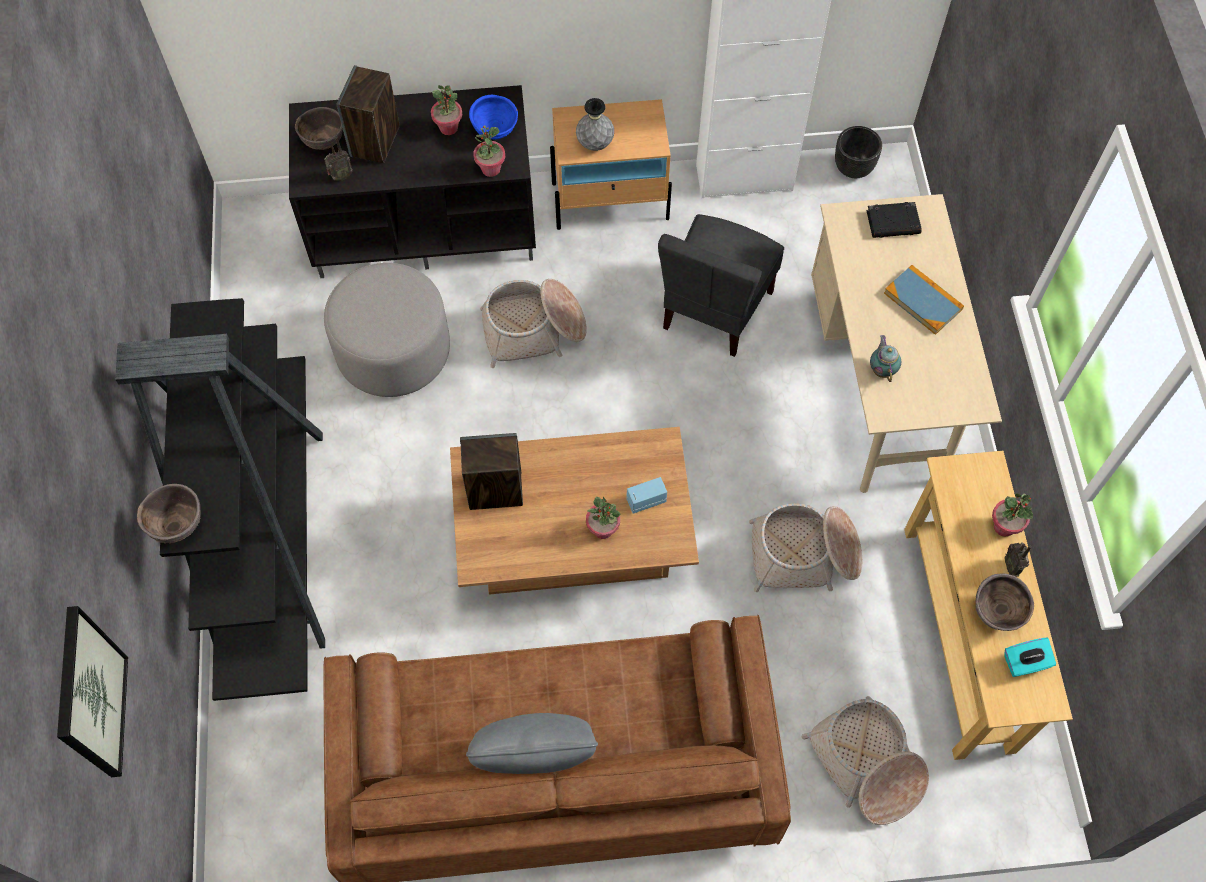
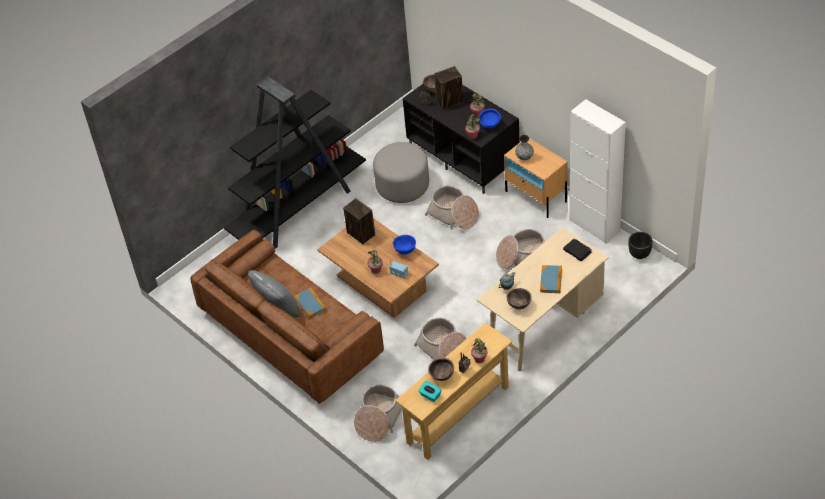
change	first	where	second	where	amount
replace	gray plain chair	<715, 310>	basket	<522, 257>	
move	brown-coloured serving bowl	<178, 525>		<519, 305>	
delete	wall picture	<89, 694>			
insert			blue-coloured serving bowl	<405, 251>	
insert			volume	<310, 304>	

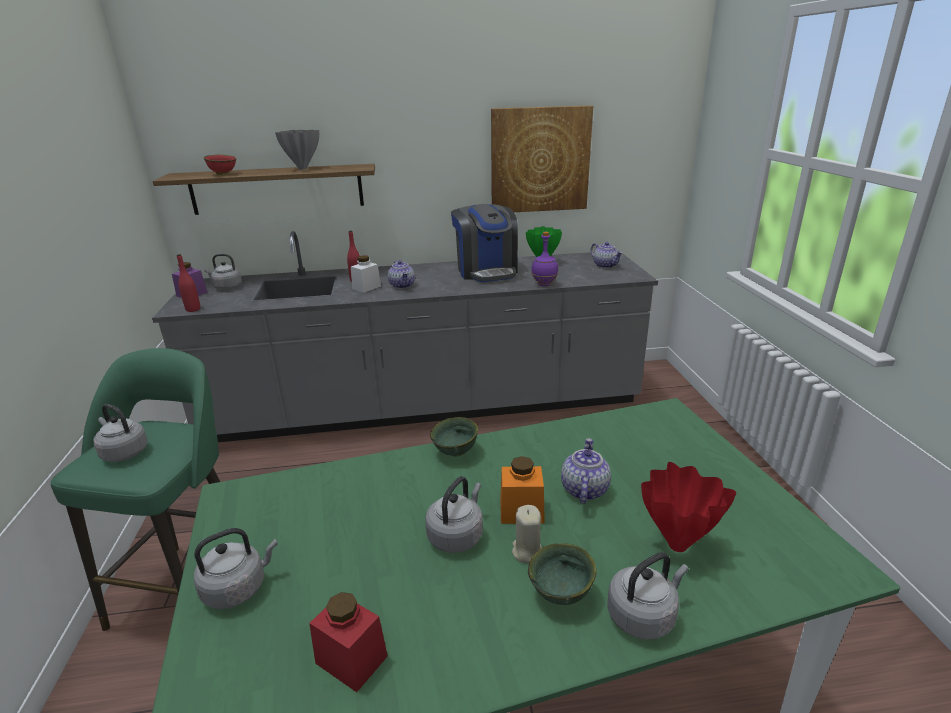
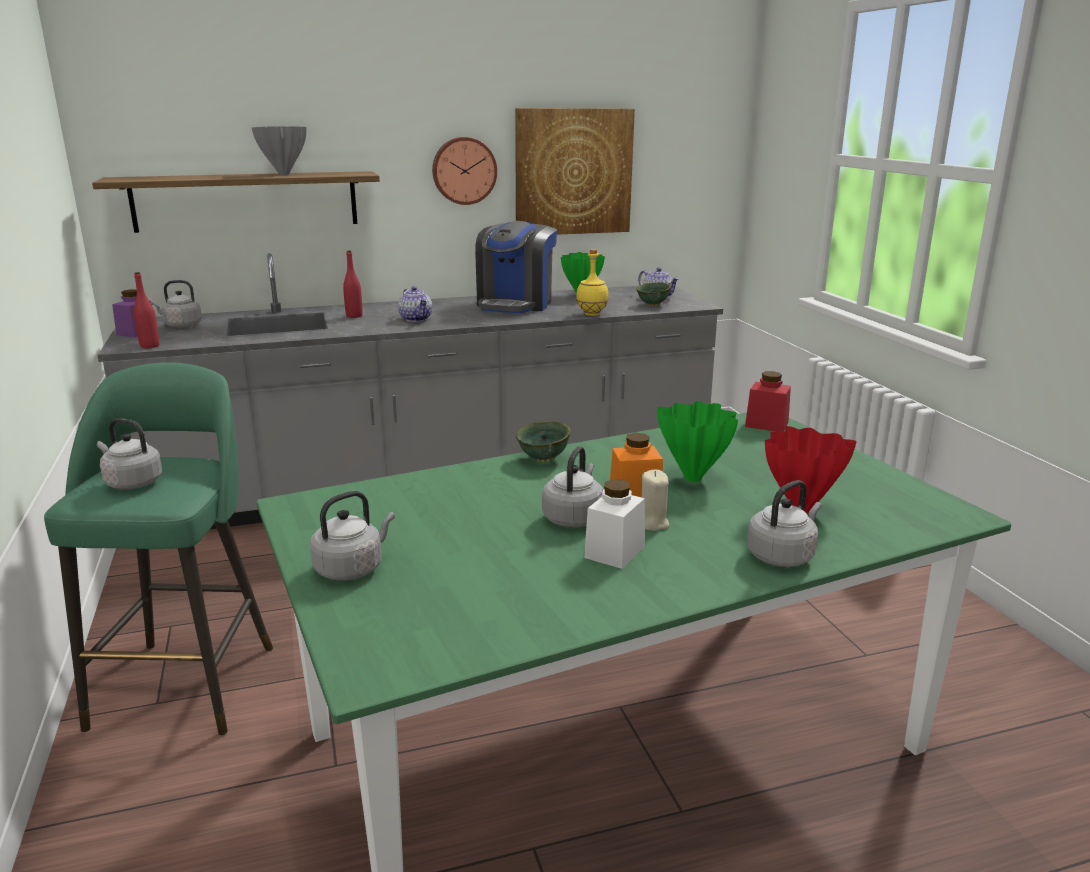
change	first	where	second	where	amount
delete	reddish serving bowl	<223, 174>			
rotate	coffee maker	<486, 271>		<516, 304>	45 degrees clockwise
recolor	purplish bottle	<544, 284>	yellow bottle	<591, 314>	
move	whitish jar	<366, 287>		<614, 552>	
replace	teapot	<583, 489>	green-coloured flower vase	<694, 478>	
move	green-coloured serving bowl	<562, 595>		<653, 305>	
move	reddish jar	<351, 659>		<766, 424>	
insert			clock on the wall	<464, 170>	

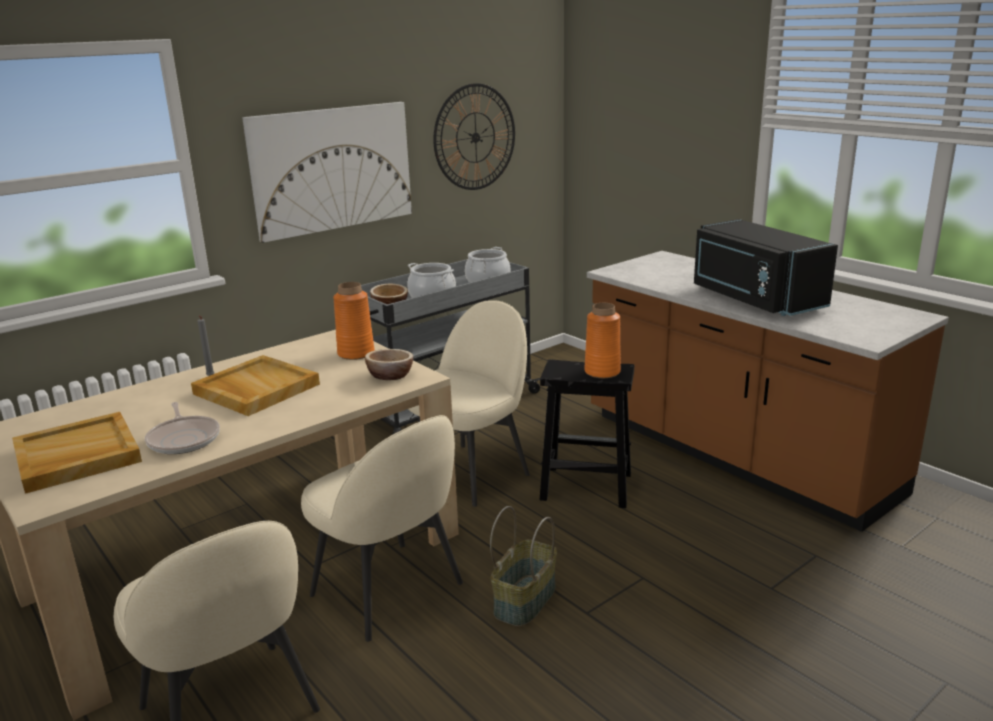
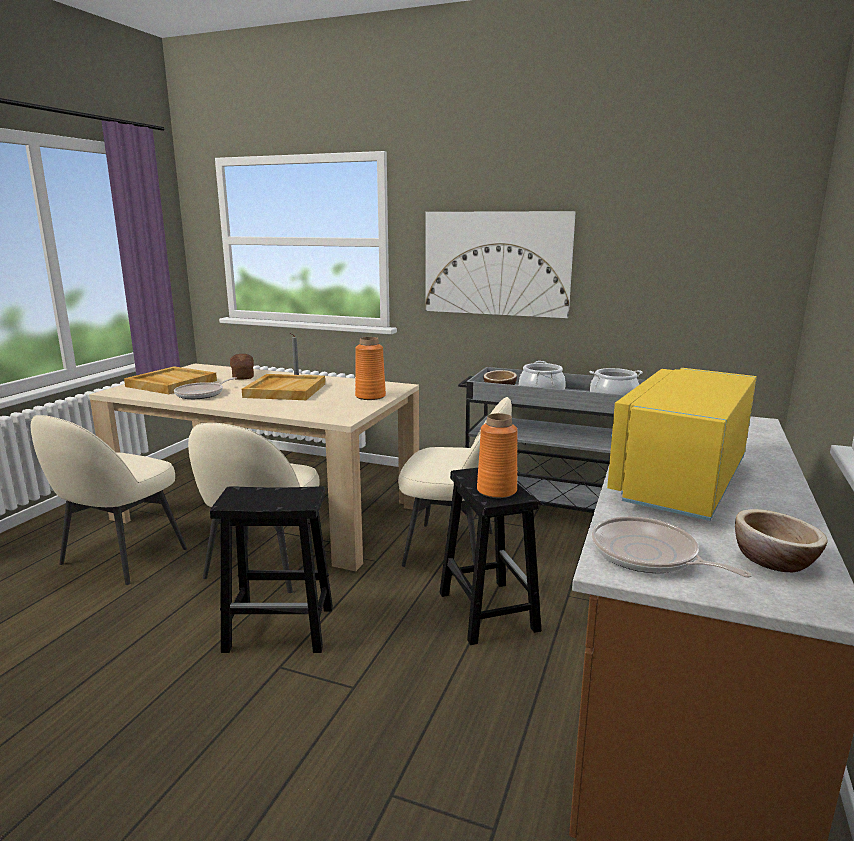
change	first	where	second	where	amount
delete	clock on the wall	<475, 137>			
recolor	black-coloured microwave	<754, 299>	yellow microwave	<676, 481>	
move	serving bowl	<390, 376>		<773, 560>	
replace	basket	<524, 600>	black-coloured stool	<282, 628>	
insert			bakery bread	<243, 375>	
insert			skillet	<648, 555>	

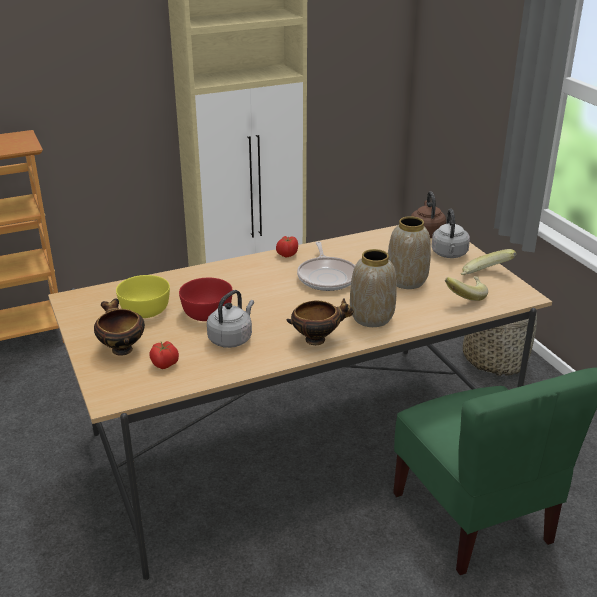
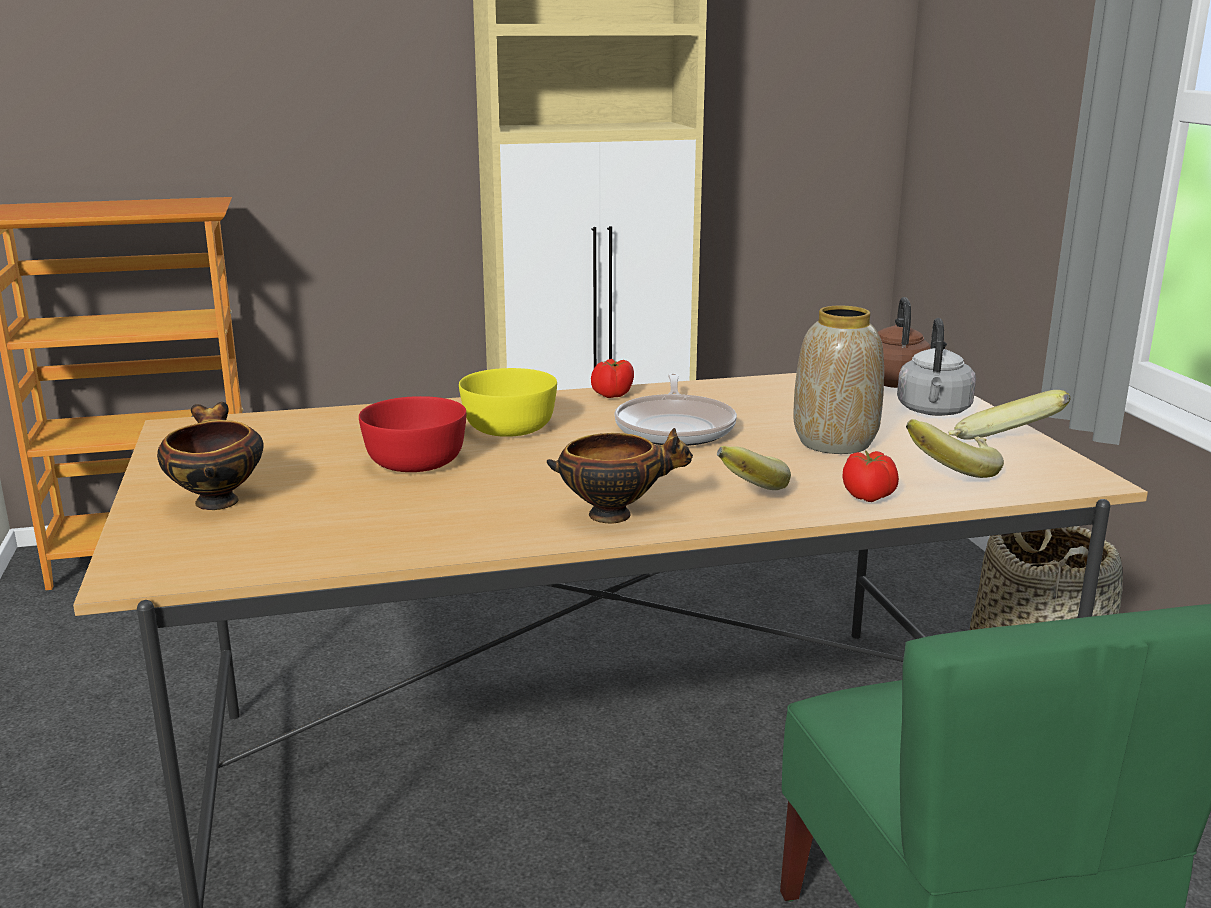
change	first	where	second	where	amount
replace	flower vase	<371, 317>	banana	<743, 490>	
move	yellow serving bowl	<145, 310>		<509, 428>	
delete	gray water kettle	<231, 338>			
move	tomato	<165, 364>		<868, 497>	

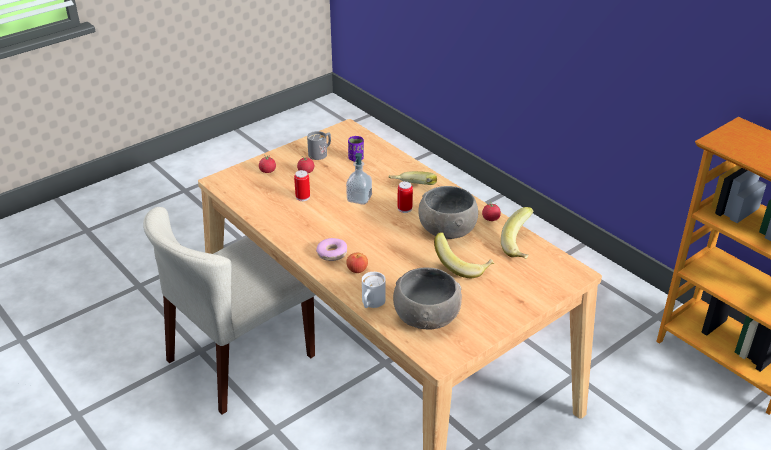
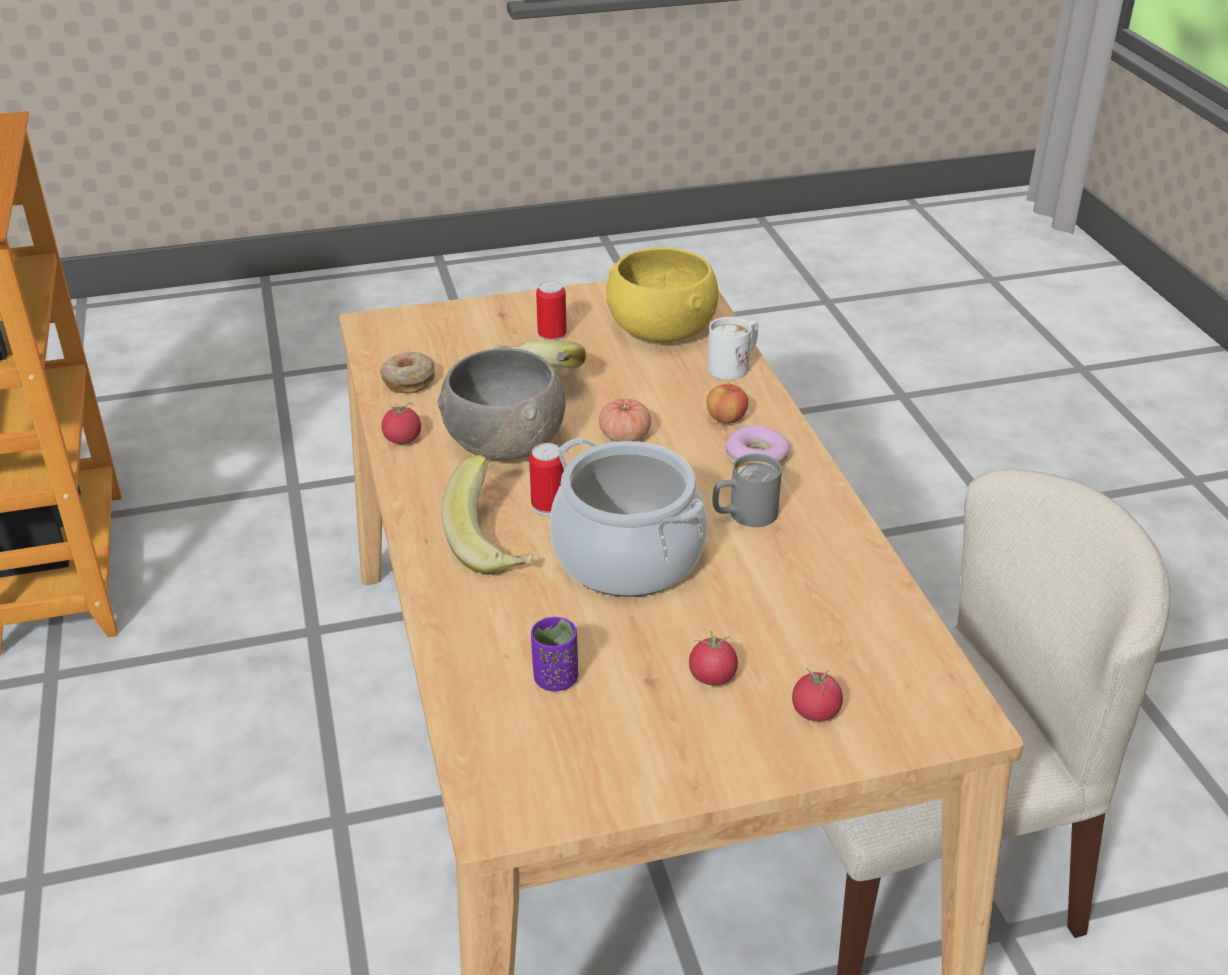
change	first	where	second	where	amount
move	gray tea mug	<321, 153>		<743, 515>	
replace	soap dispenser	<359, 199>	cooking pot	<627, 557>	
move	can	<303, 197>		<552, 336>	
replace	banana	<521, 246>	ring doughnut	<408, 380>	
recolor	gray serving bowl	<426, 316>	yellow serving bowl	<661, 330>	
insert			tomato	<624, 436>	

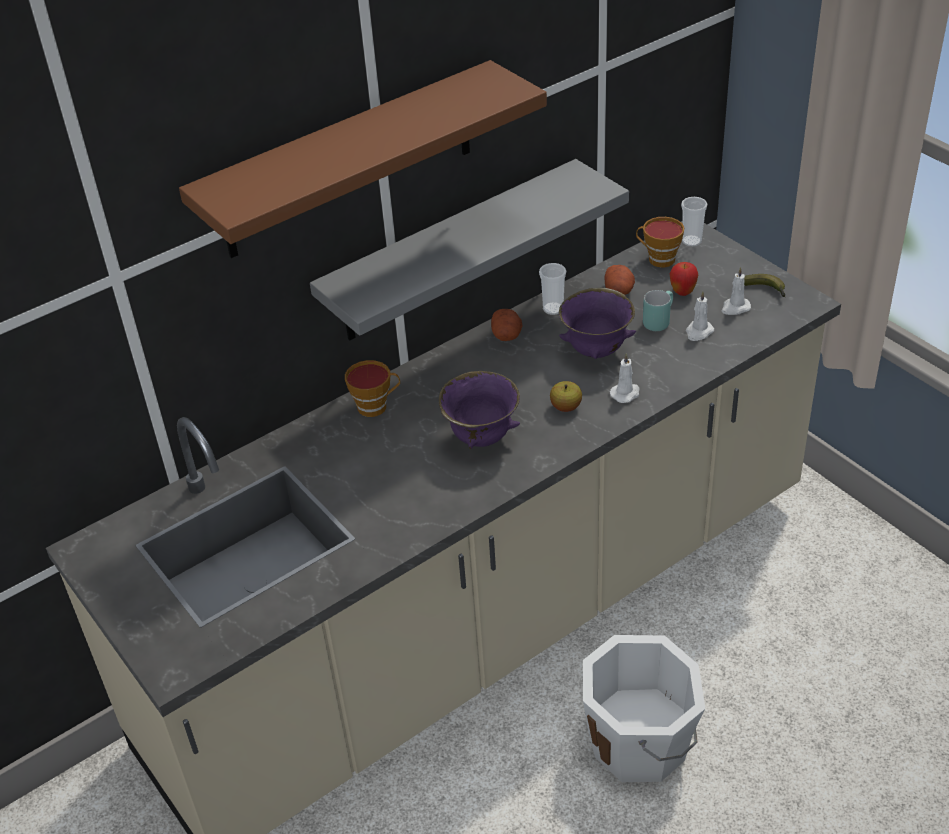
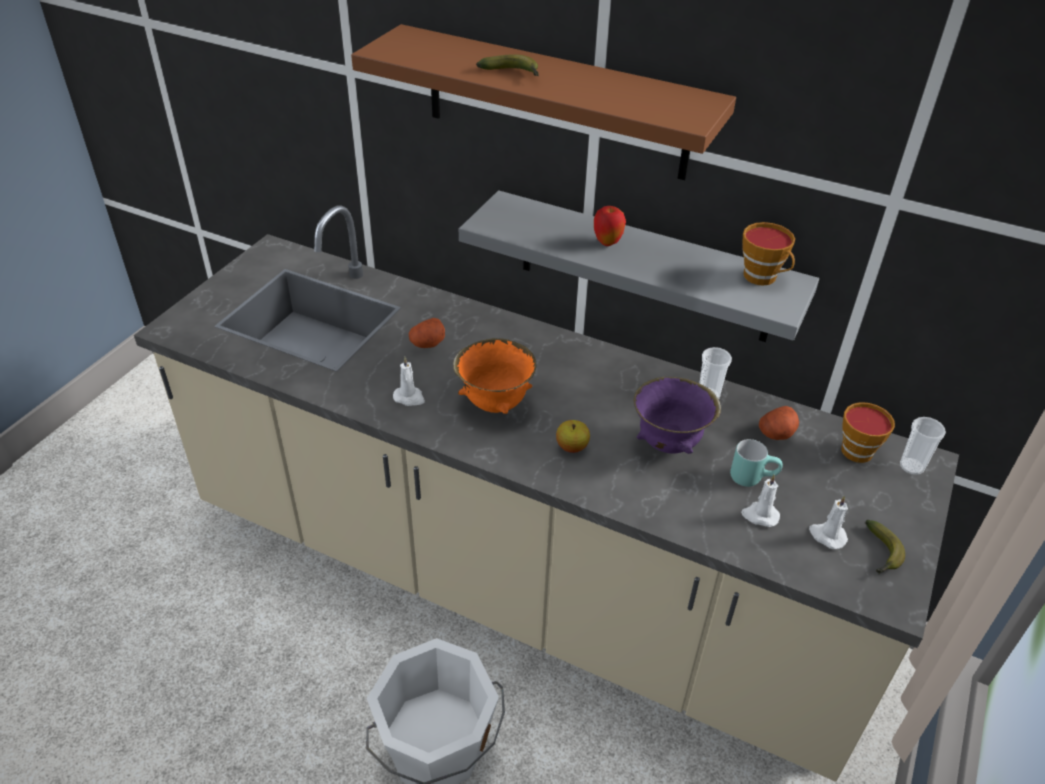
change	first	where	second	where	amount
move	whole apple	<682, 292>		<607, 242>	
move	potato	<507, 335>		<427, 343>	
move	whitish wax light	<626, 393>		<409, 398>	
move	cup	<376, 406>		<763, 278>	
recolor	purplish serving bowl	<480, 438>	orangey serving bowl	<495, 404>	
insert			banana	<513, 74>	

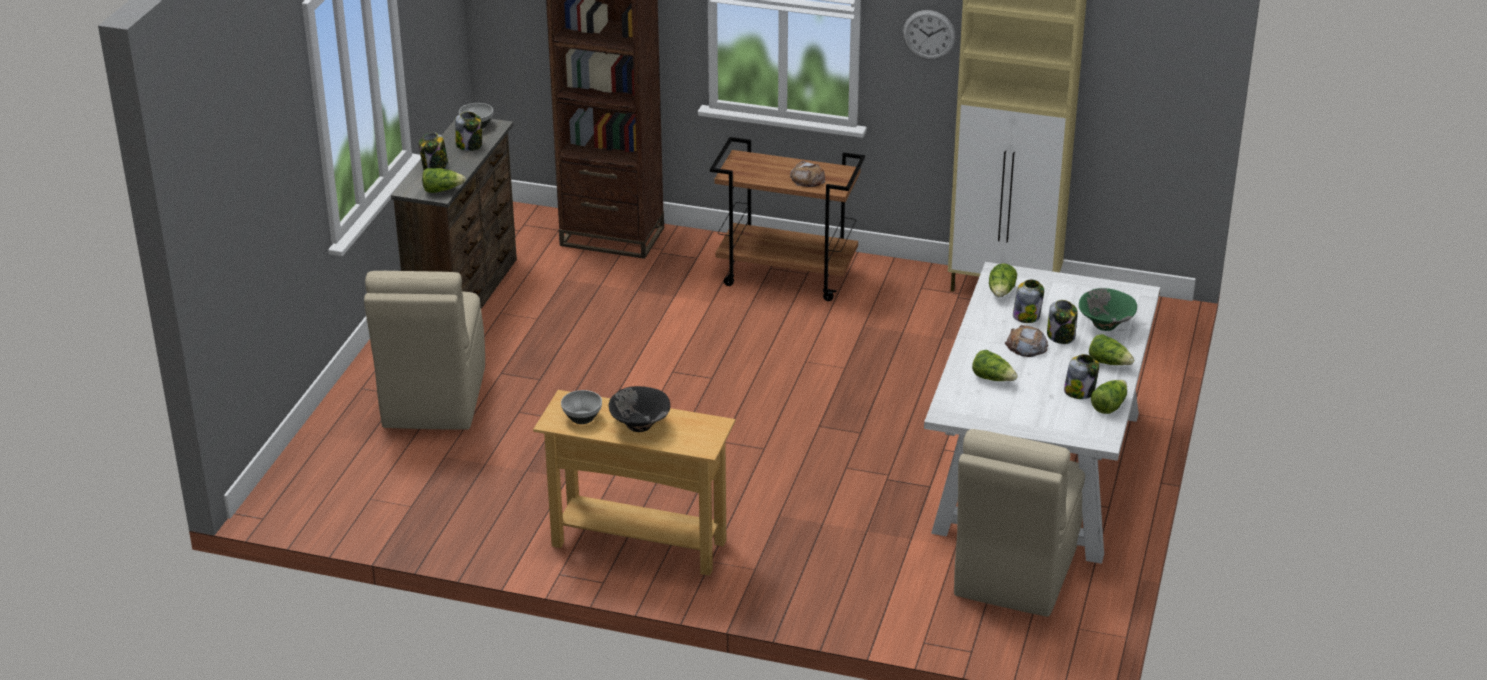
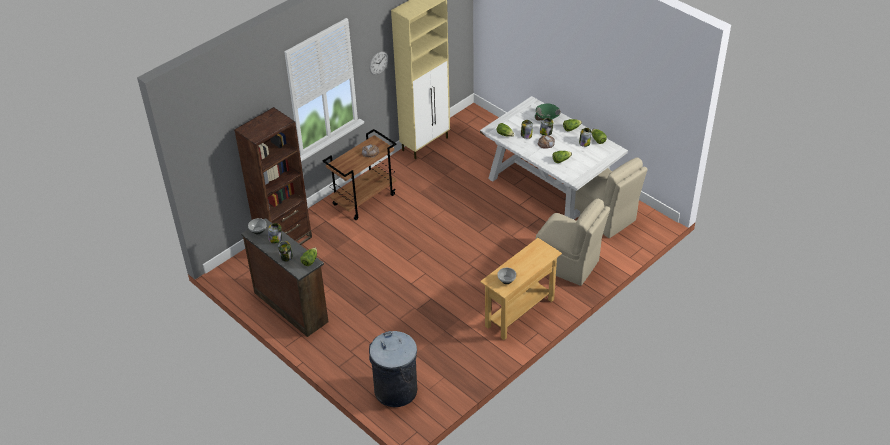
change	first	where	second	where	amount
move	sand-coloured plain chair	<433, 399>		<567, 264>	
delete	black-coloured serving bowl	<639, 426>			
insert			gray rubbish bin	<395, 390>	

